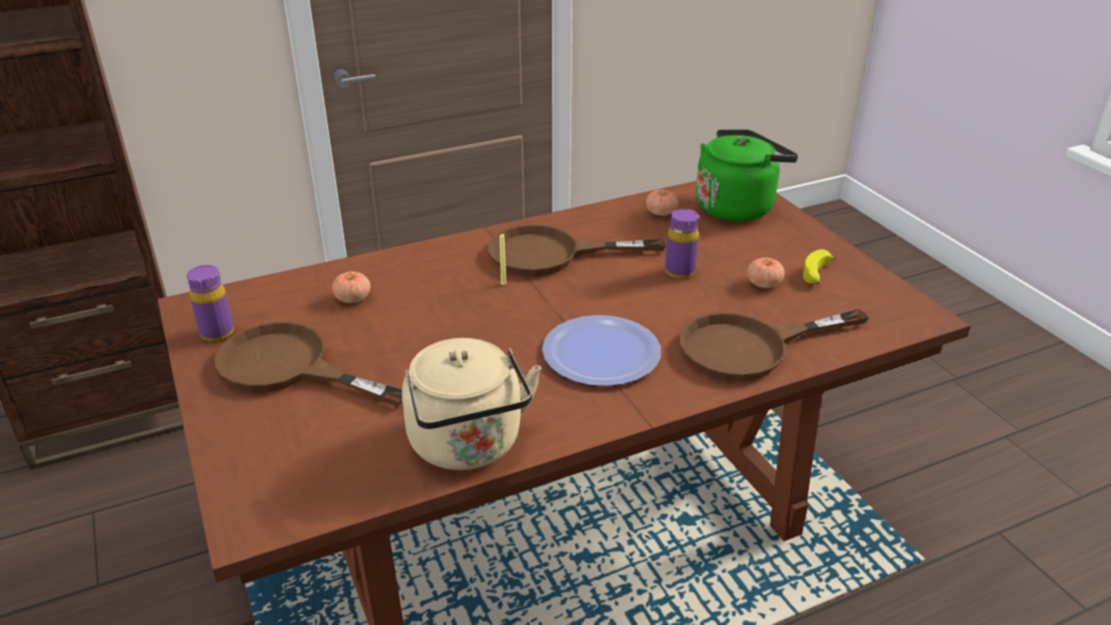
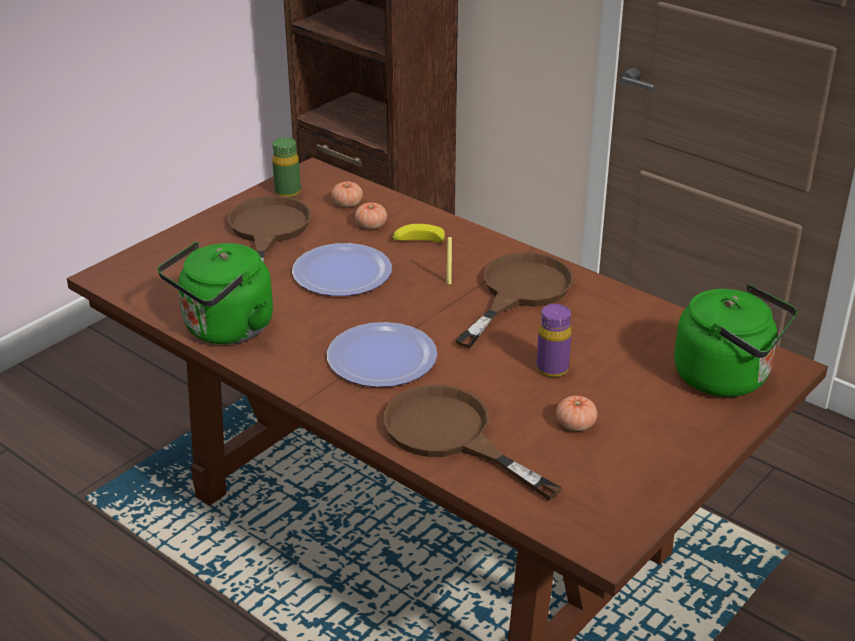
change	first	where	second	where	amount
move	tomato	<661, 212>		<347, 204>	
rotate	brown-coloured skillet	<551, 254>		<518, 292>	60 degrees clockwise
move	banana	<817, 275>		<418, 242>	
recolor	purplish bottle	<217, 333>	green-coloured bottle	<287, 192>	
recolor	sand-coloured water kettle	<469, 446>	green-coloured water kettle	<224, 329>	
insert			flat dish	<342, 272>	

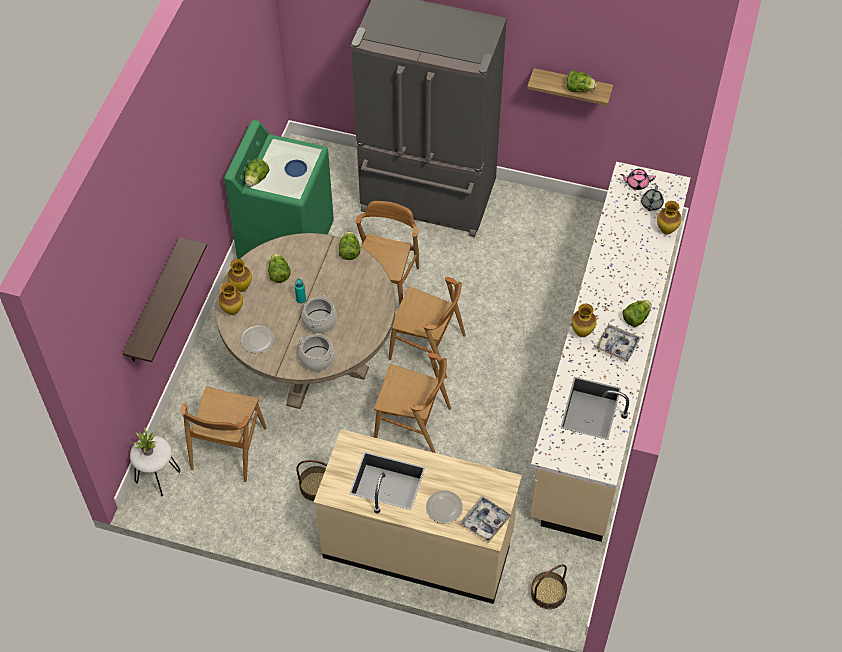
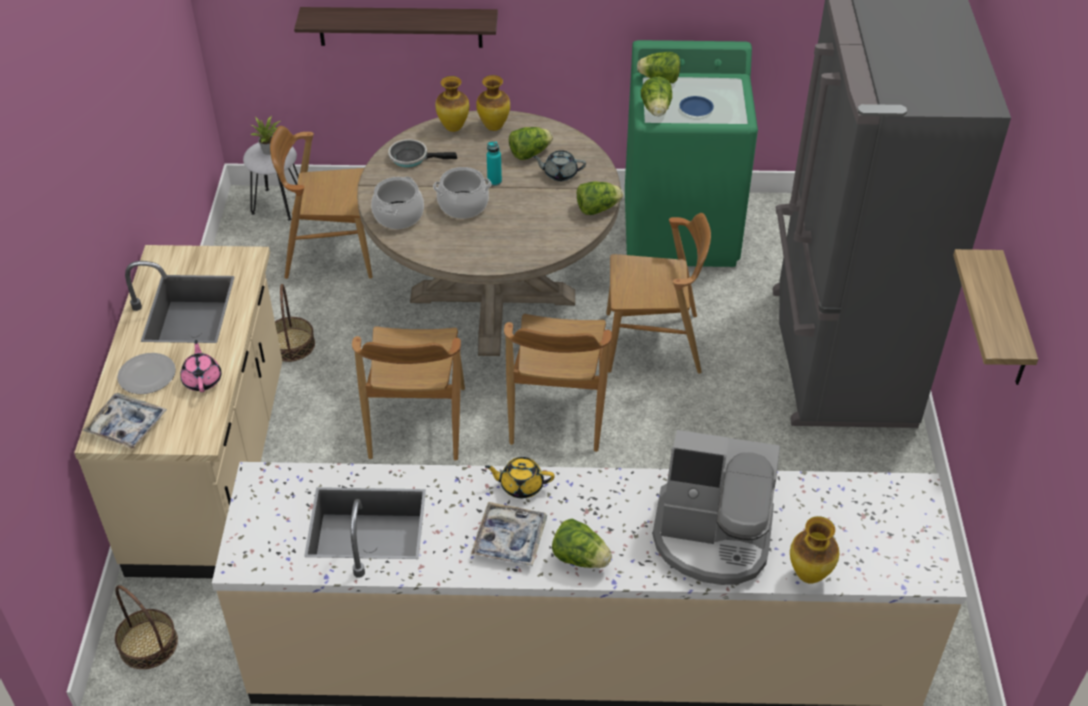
change	first	where	second	where	amount
move	head of lettuce	<579, 89>		<656, 110>	
move	pinkish teapot	<636, 183>		<202, 379>	
move	gray teapot	<651, 204>		<559, 174>	
replace	flower vase	<582, 333>	yellow teapot	<521, 485>	
replace	flat dish	<257, 340>	skillet	<412, 158>	
insert			coffee maker	<712, 537>	

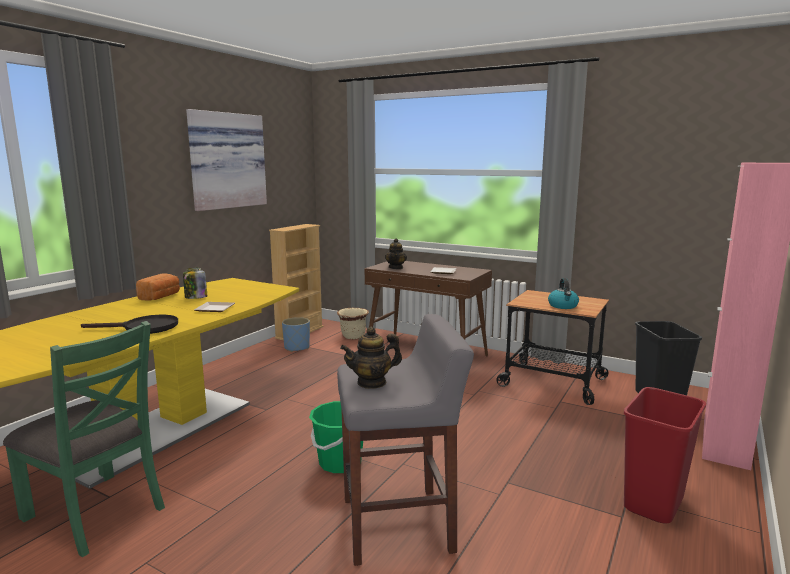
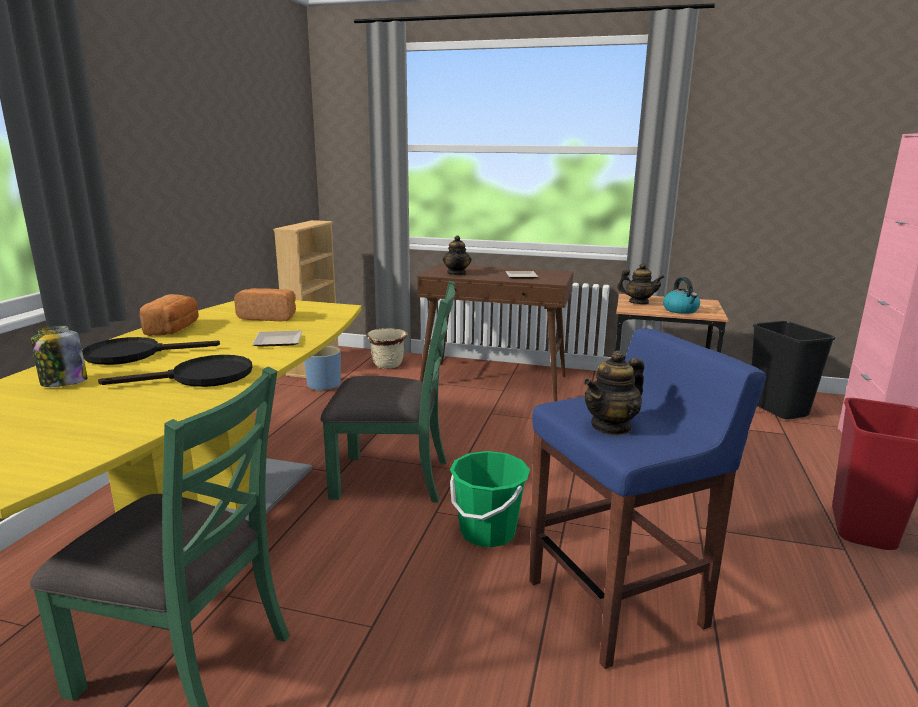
change	first	where	second	where	amount
delete	wall picture	<226, 160>			
move	jar	<195, 297>		<63, 383>	
recolor	gray stool	<399, 525>	blue-coloured stool	<618, 603>	
insert			teapot	<638, 303>	
insert			green-coloured plain chair	<392, 478>	
insert			bakery bread	<269, 317>	
insert			black-coloured skillet	<134, 354>	

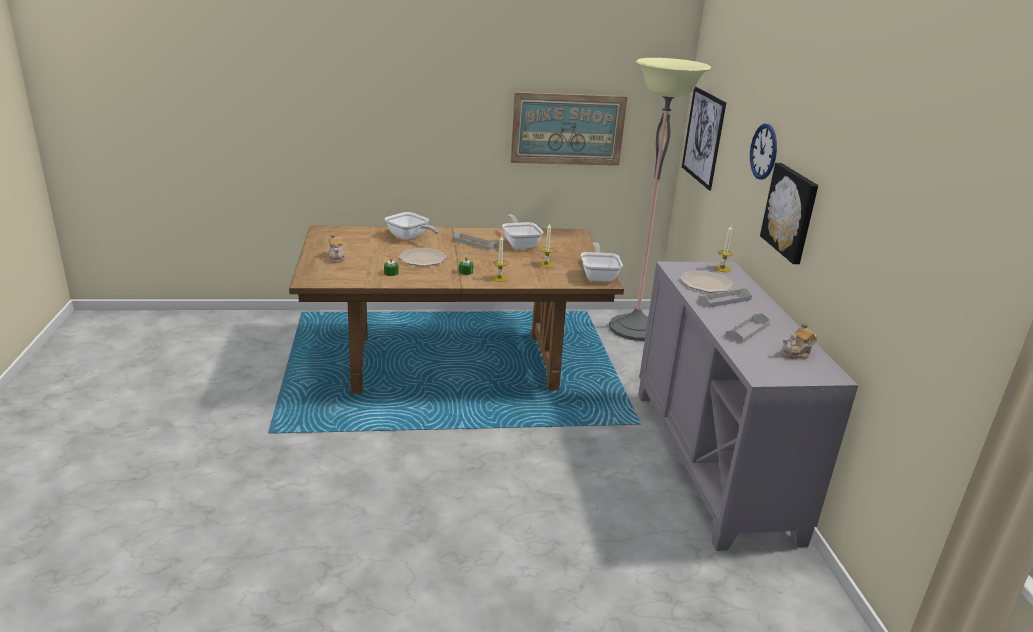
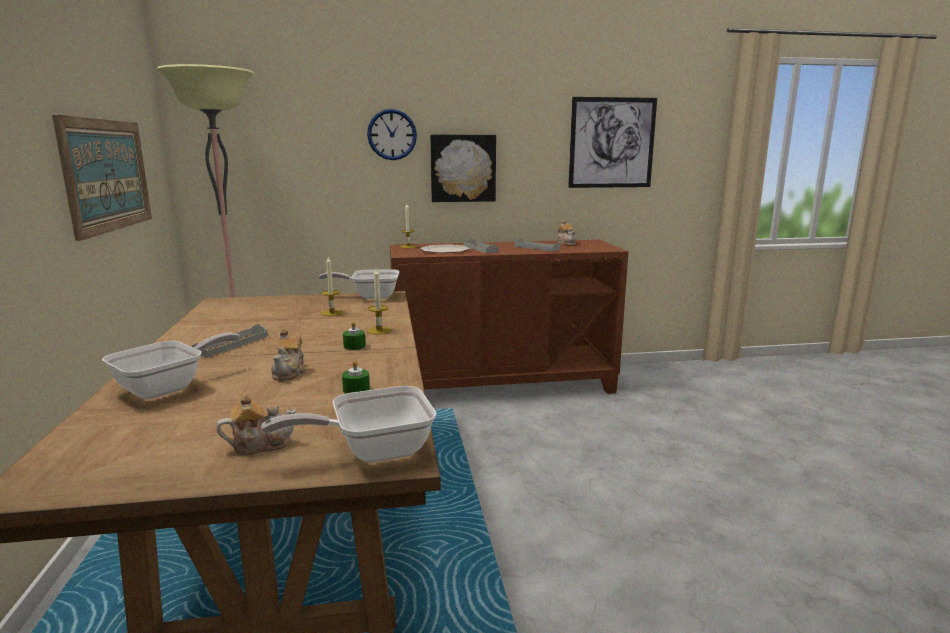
change	first	where	second	where	amount
move	wall picture	<703, 137>		<612, 143>	
move	skillet	<520, 244>		<372, 451>	
replace	flat dish	<422, 258>	teapot	<289, 372>	
recolor	gray cabinet	<713, 461>	brown-coloured cabinet	<503, 385>	

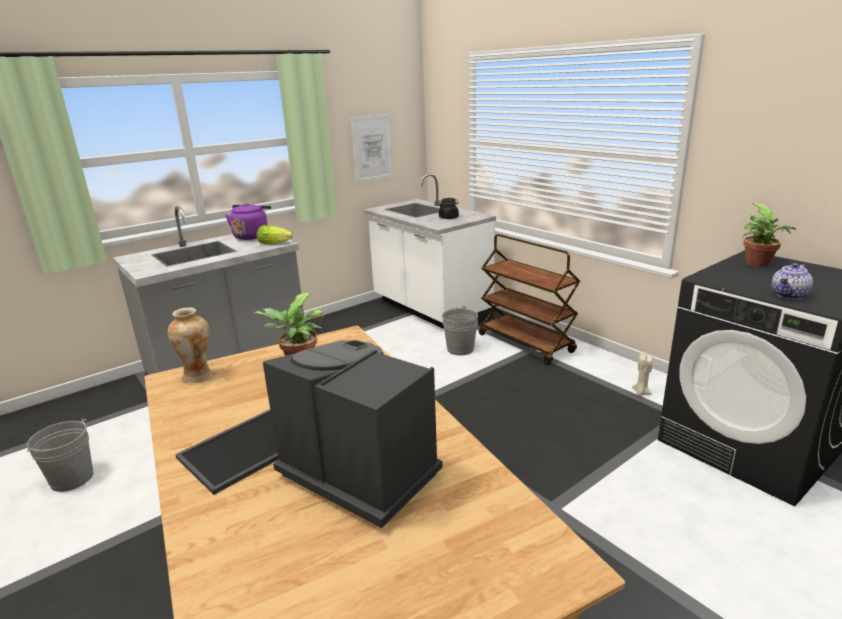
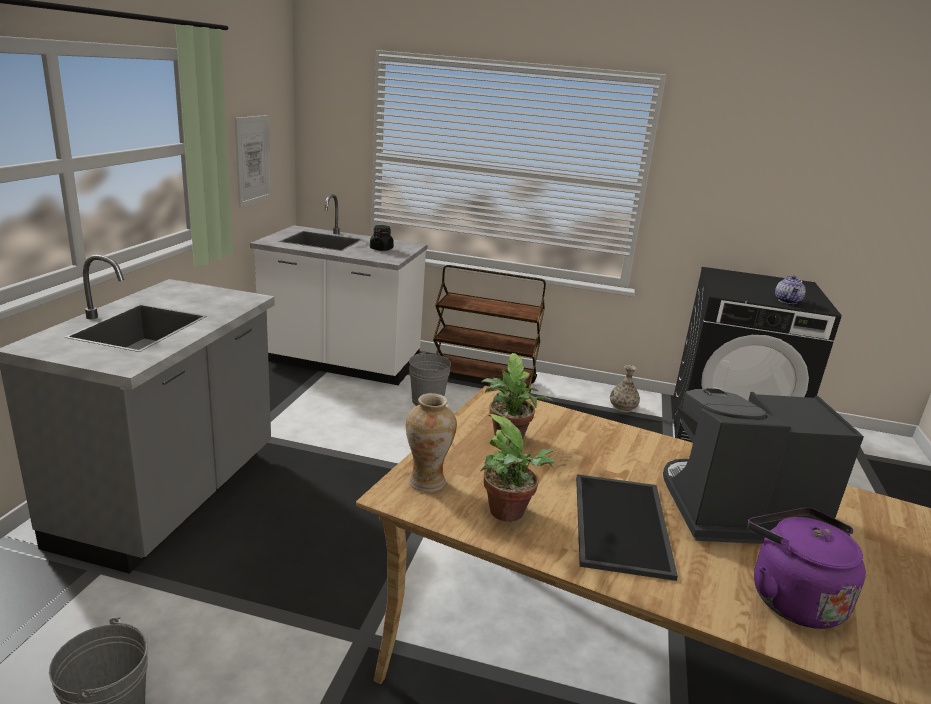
change	first	where	second	where	amount
move	purplish water kettle	<252, 236>		<790, 598>	
move	potted plant	<759, 265>		<510, 514>	
delete	head of lettuce	<276, 243>			
replace	sand-coloured wax light	<641, 393>	flower vase	<622, 407>	

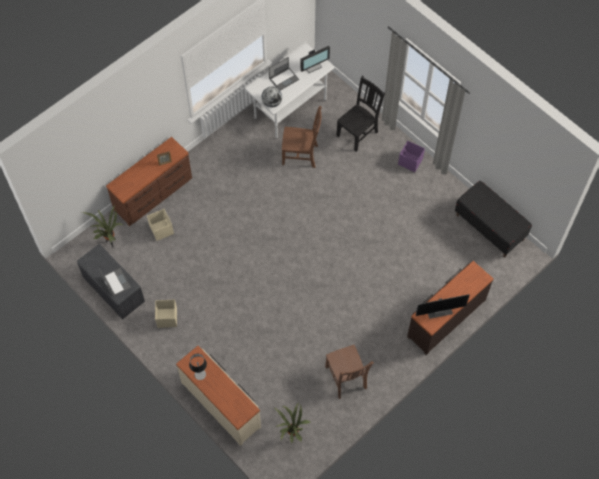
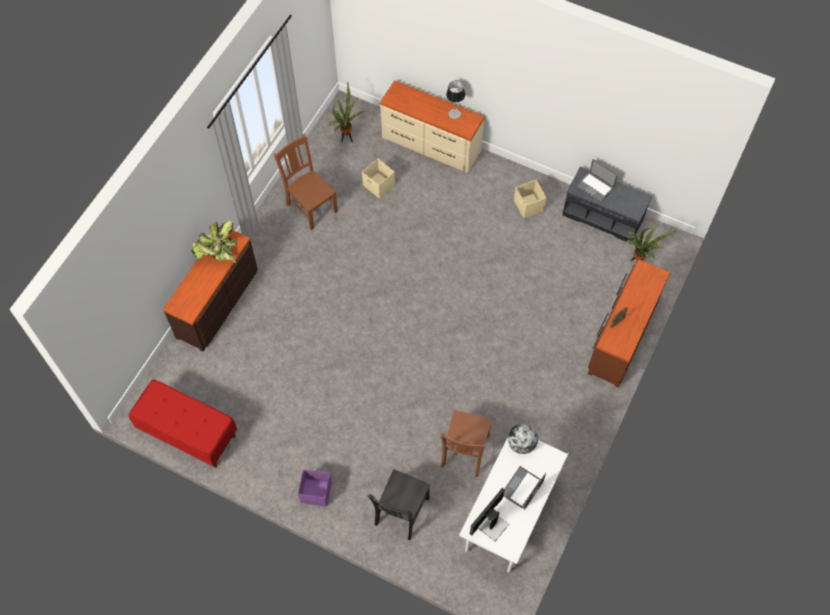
change	first	where	second	where	amount
rotate	brown-coloured plain chair	<301, 155>		<464, 452>	60 degrees counterclockwise
recolor	black-coloured indoor bench	<490, 227>	reddish indoor bench	<188, 433>	
move	sand-coloured storage box	<161, 229>		<379, 186>	
replace	monitor	<439, 309>	potted plant	<219, 254>	

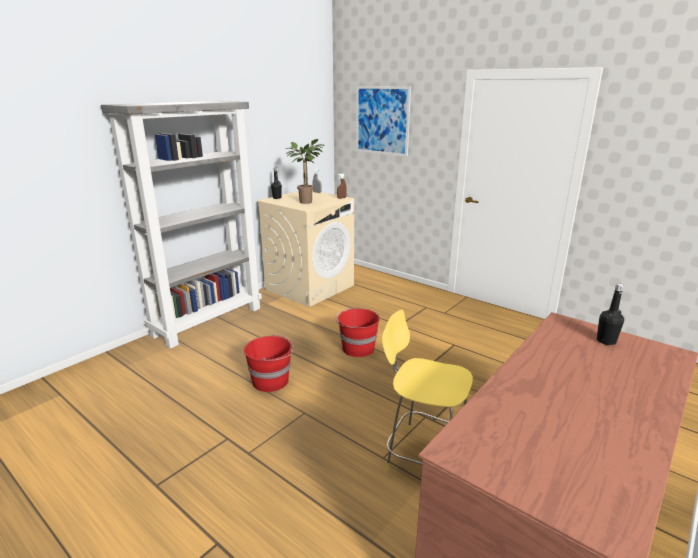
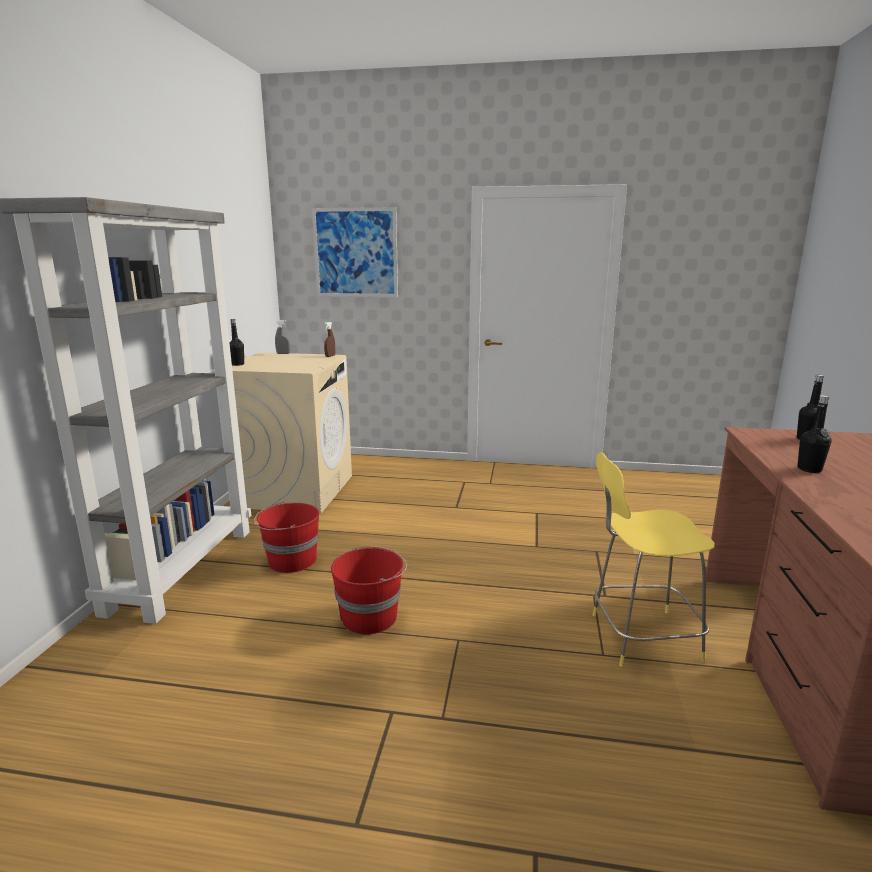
change	first	where	second	where	amount
delete	potted plant	<308, 202>			
move	reddish water bucket	<357, 348>		<291, 561>	
insert			black-coloured bottle	<809, 469>	

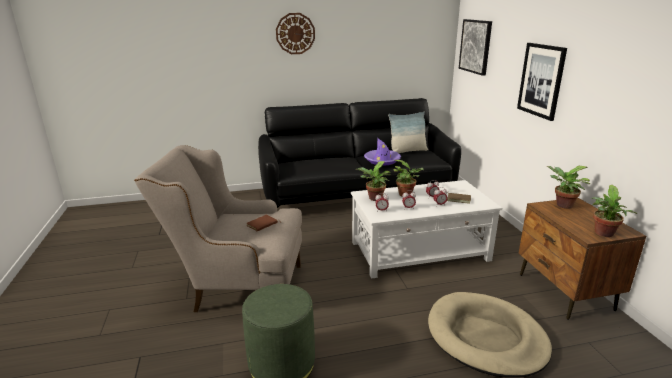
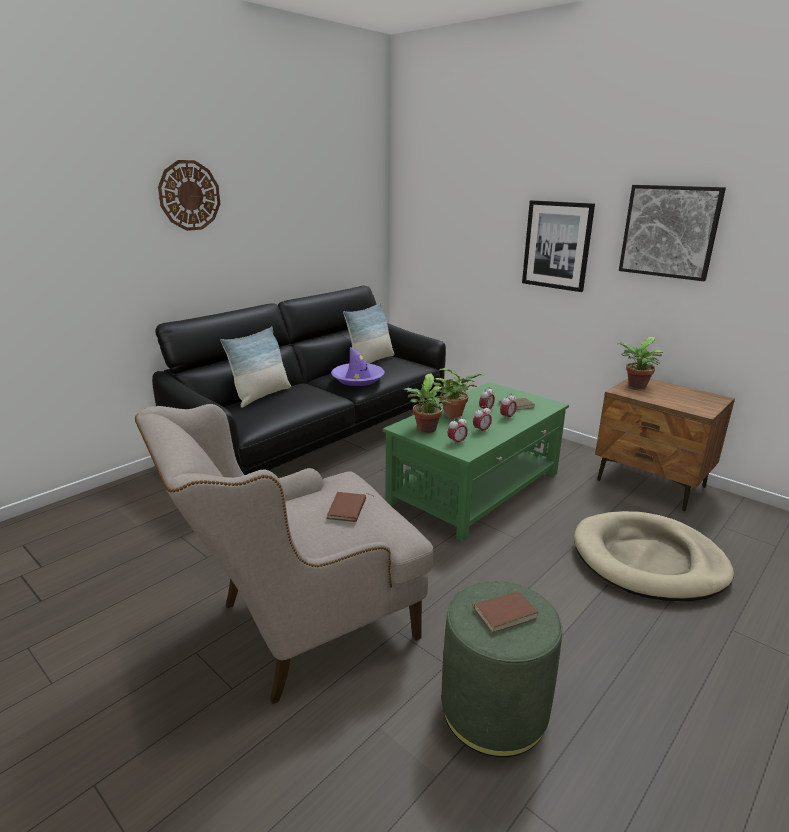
change	first	where	second	where	amount
move	wall picture	<475, 46>		<669, 231>	
recolor	whitish lounge table	<420, 251>	green-coloured lounge table	<476, 487>	
delete	potted plant	<604, 234>			
insert			pillow	<261, 396>	
insert			brown-coloured volume	<504, 612>	

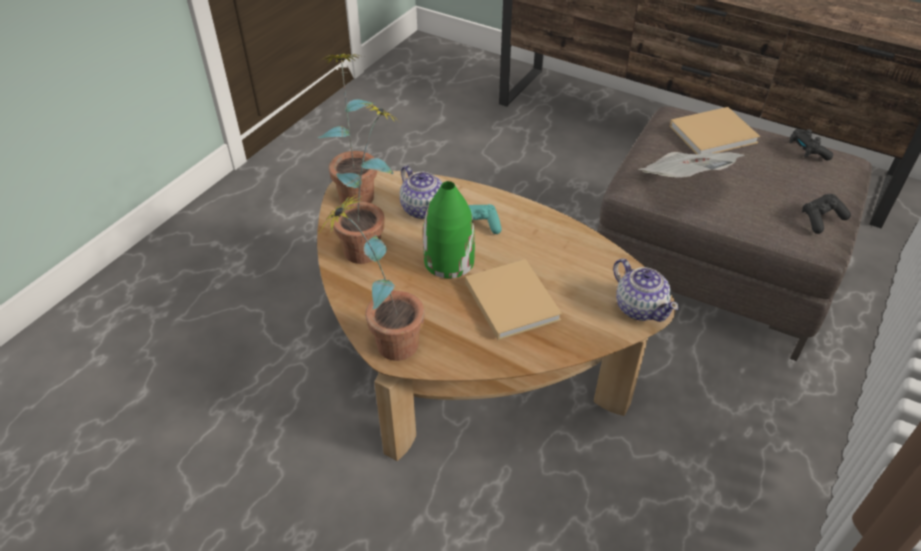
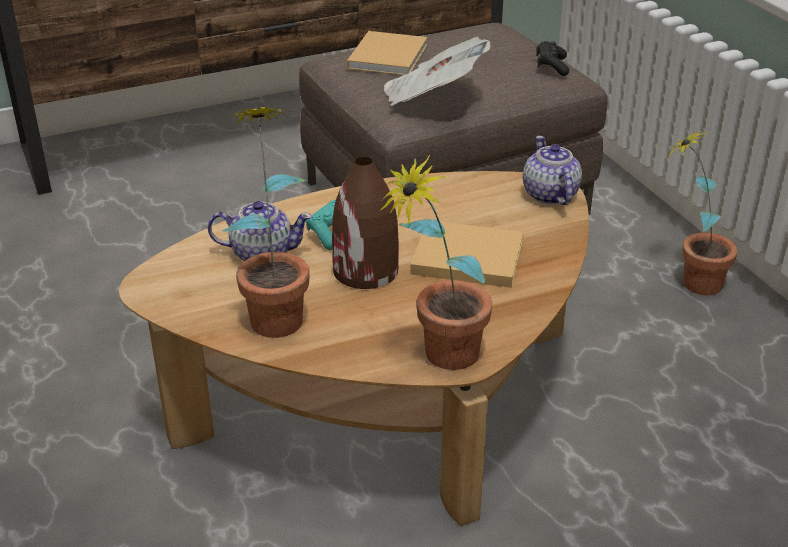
change	first	where	second	where	amount
move	potted plant	<356, 190>		<690, 280>	
delete	black-coloured gamepad	<807, 151>			
recolor	green-coloured flower vase	<448, 261>	brown-coloured flower vase	<365, 271>	
rotate	teapot	<640, 307>		<549, 195>	105 degrees counterclockwise

